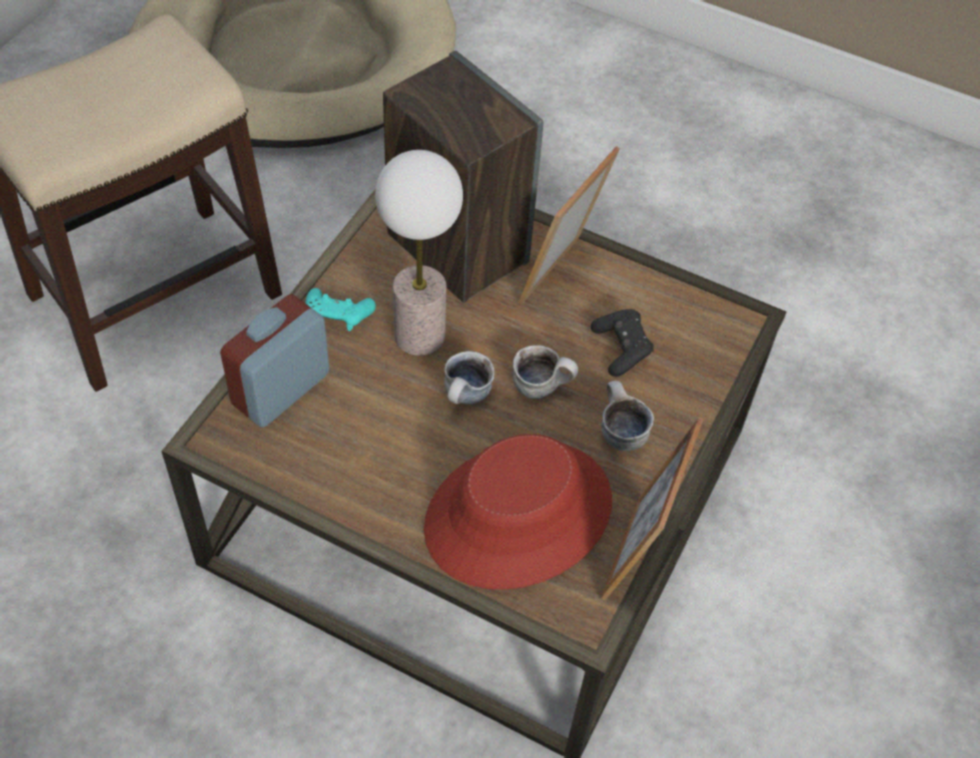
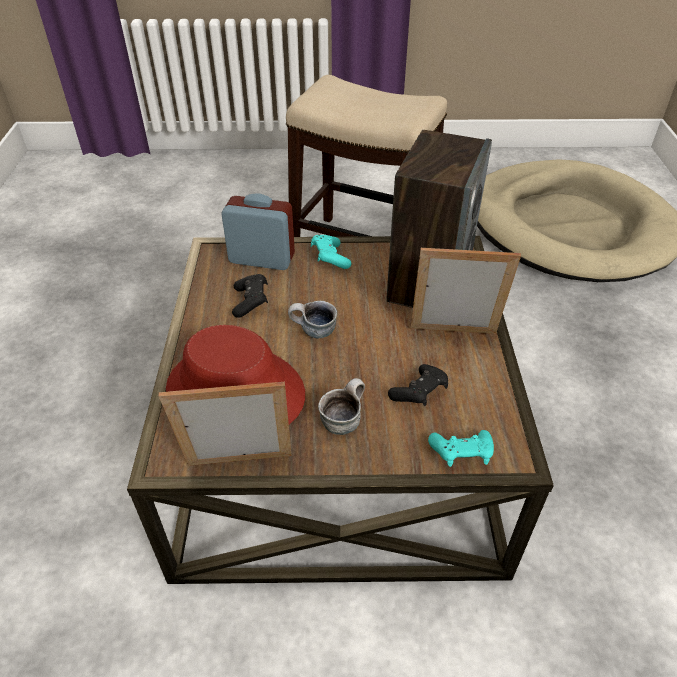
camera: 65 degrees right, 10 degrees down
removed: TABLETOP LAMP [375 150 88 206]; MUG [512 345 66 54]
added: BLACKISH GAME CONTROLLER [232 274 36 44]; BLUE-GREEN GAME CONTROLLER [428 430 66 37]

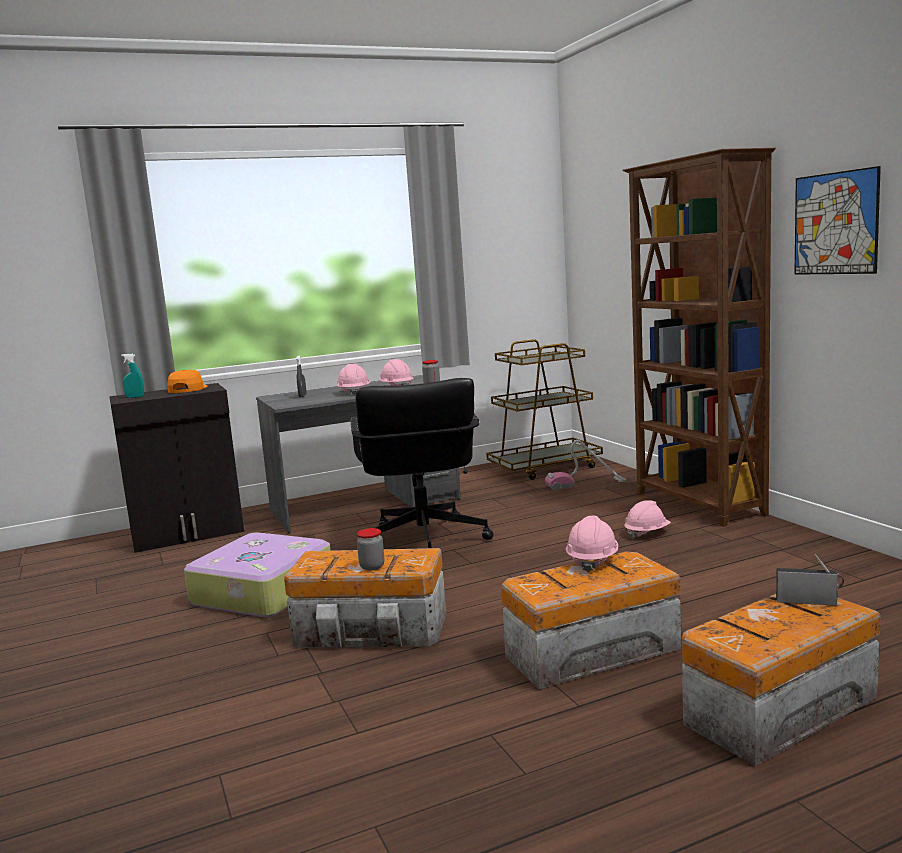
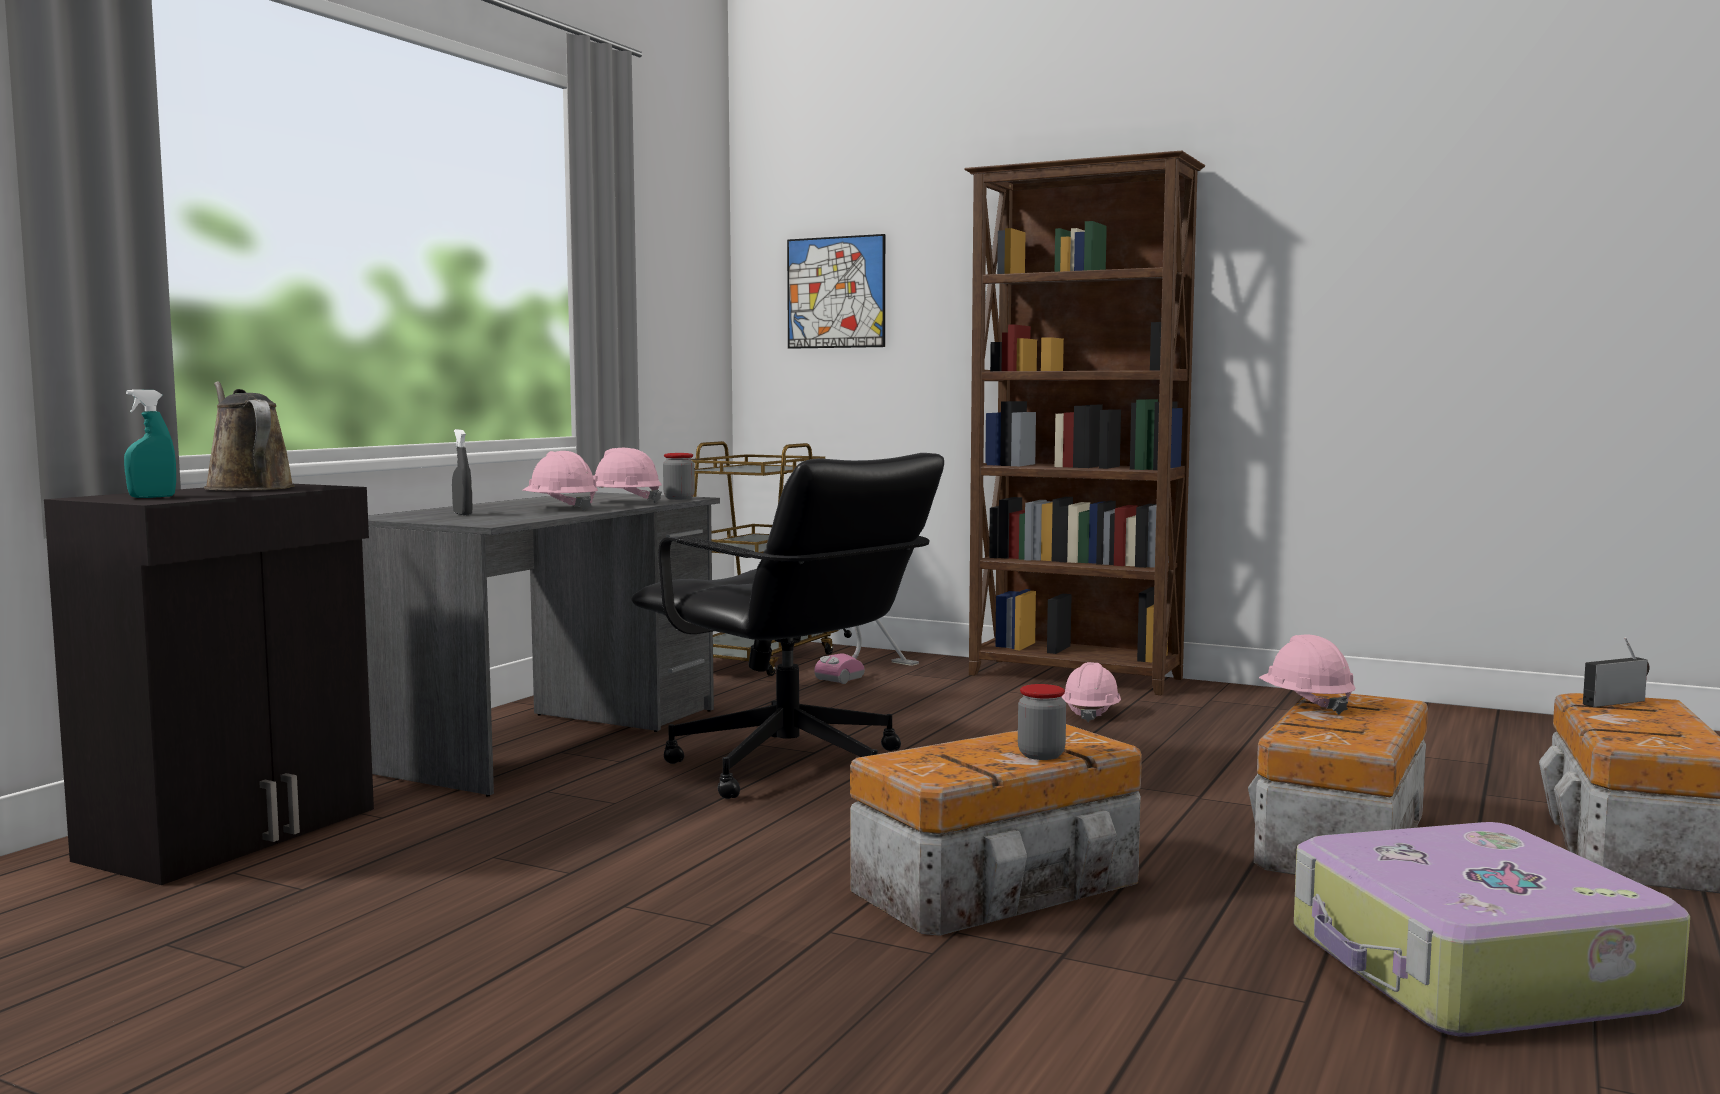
camera: 40 degrees left, 5 degrees down
moved: WALL ART [794 166 87 109] to [787 234 98 115]; TRAVEL CASE [184 532 147 85] to [1294 822 396 215]
replaced: ORANGE-COLOURED PEAKED CAP [167 370 41 23] to BROWN-COLOURED WATERING CAN [204 381 91 109]

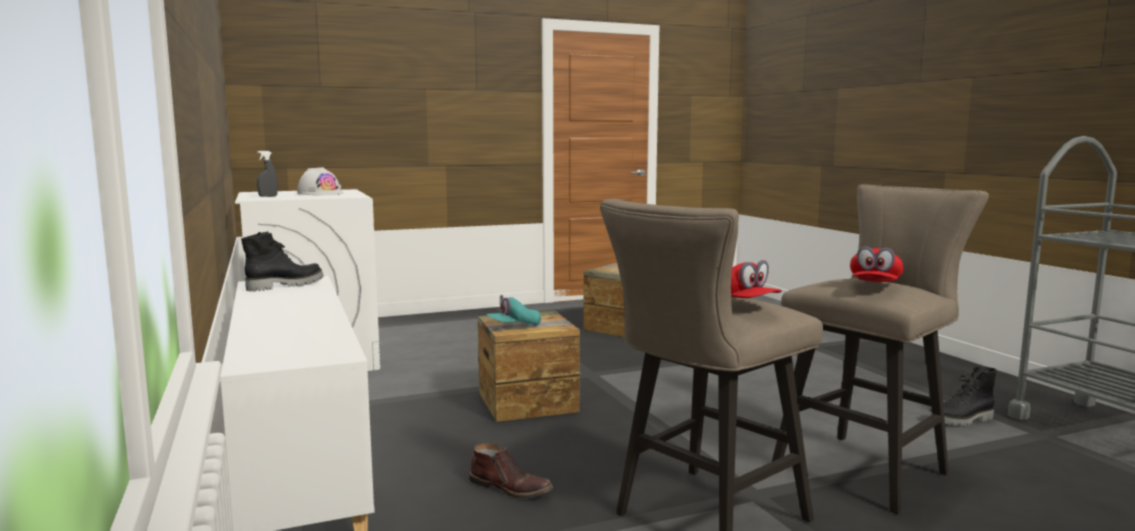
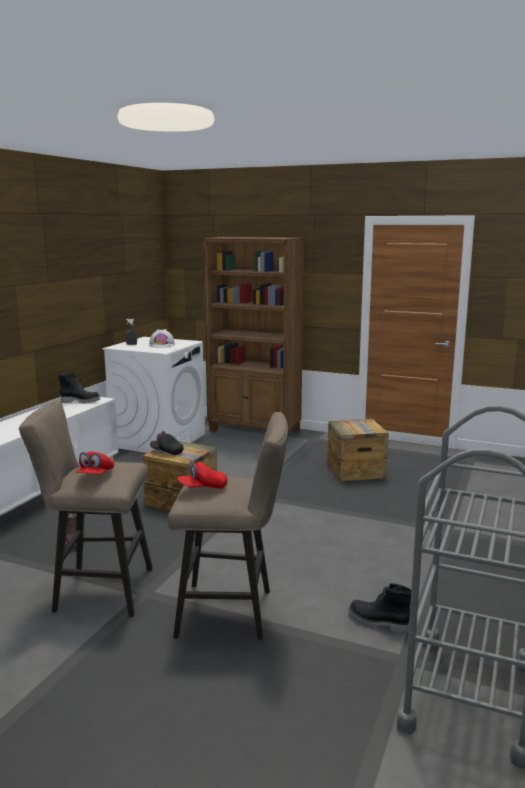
camera: 45 degrees right, 5 degrees up
added: BROWN-COLOURED BOOKCASE [203 237 101 203]
recoloured: BLUE-GREEN PEAKED CAP [487 295 54 31] to BLACKISH PEAKED CAP [150 431 34 24]

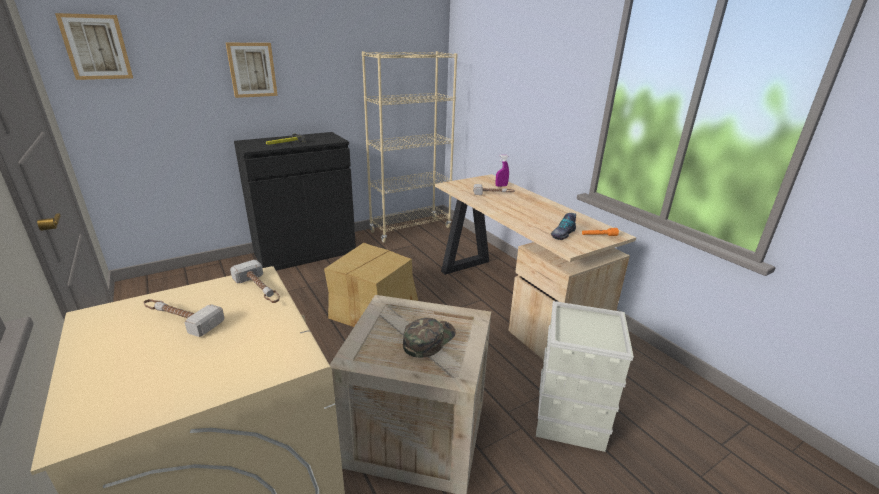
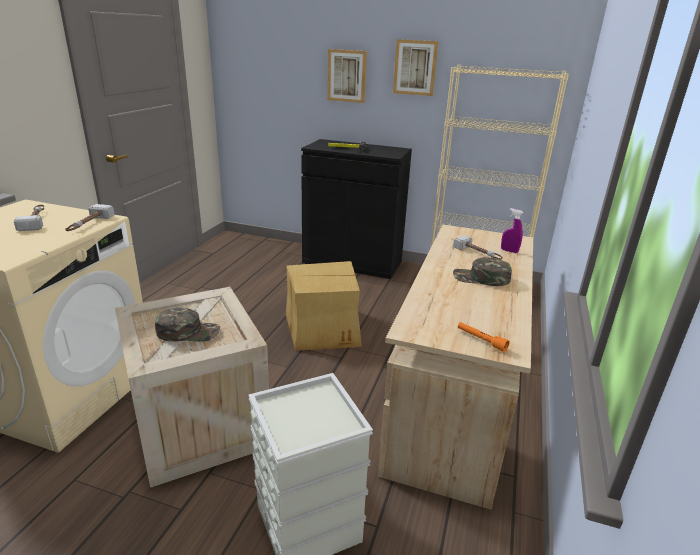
camera: 50 degrees right, 0 degrees up
removed: ITEM OF FOOTWEAR [551 213 25 27]
added: GREEN-COLOURED PEAKED CAP [453 257 59 29]
moved: WALL ART [55 13 78 67] to [393 39 46 57]

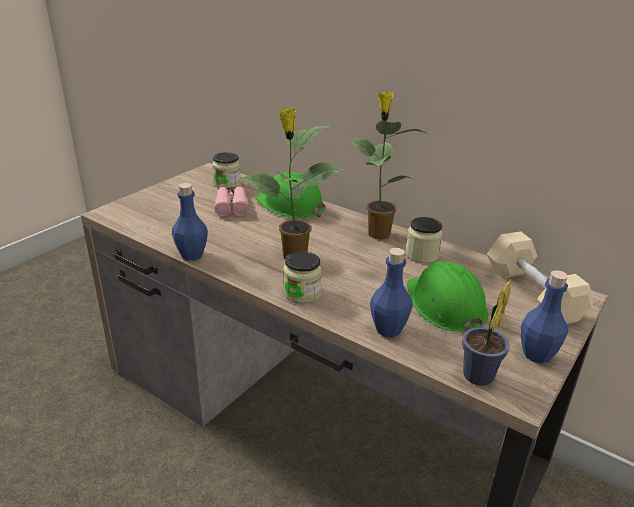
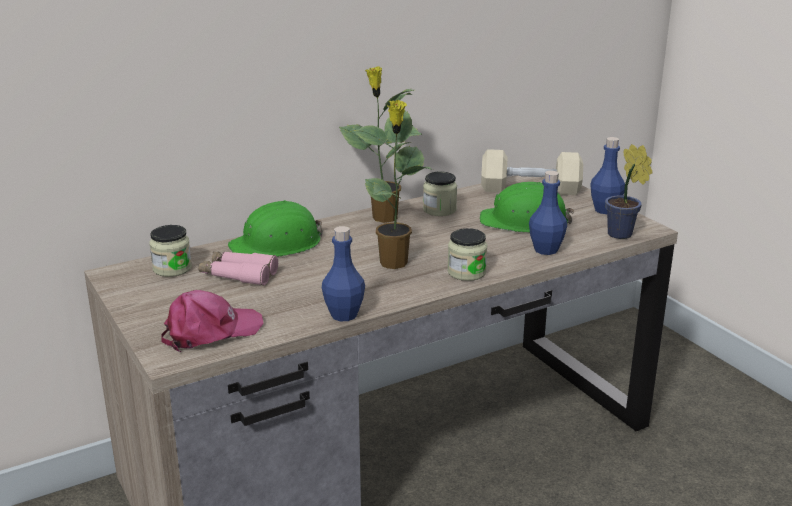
camera: 65 degrees left, 5 degrees down
added: PINK PEAKED CAP [161 290 103 62]

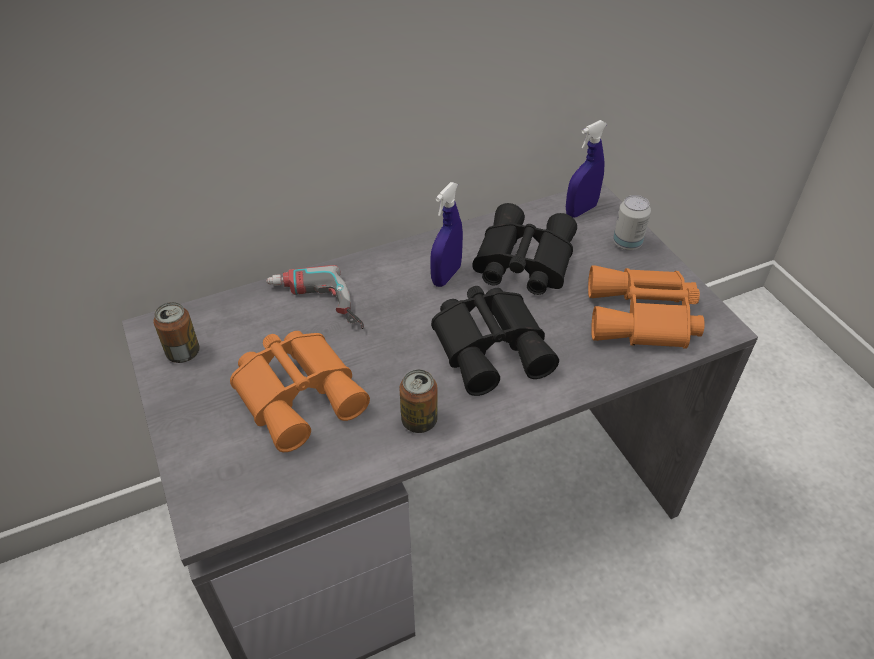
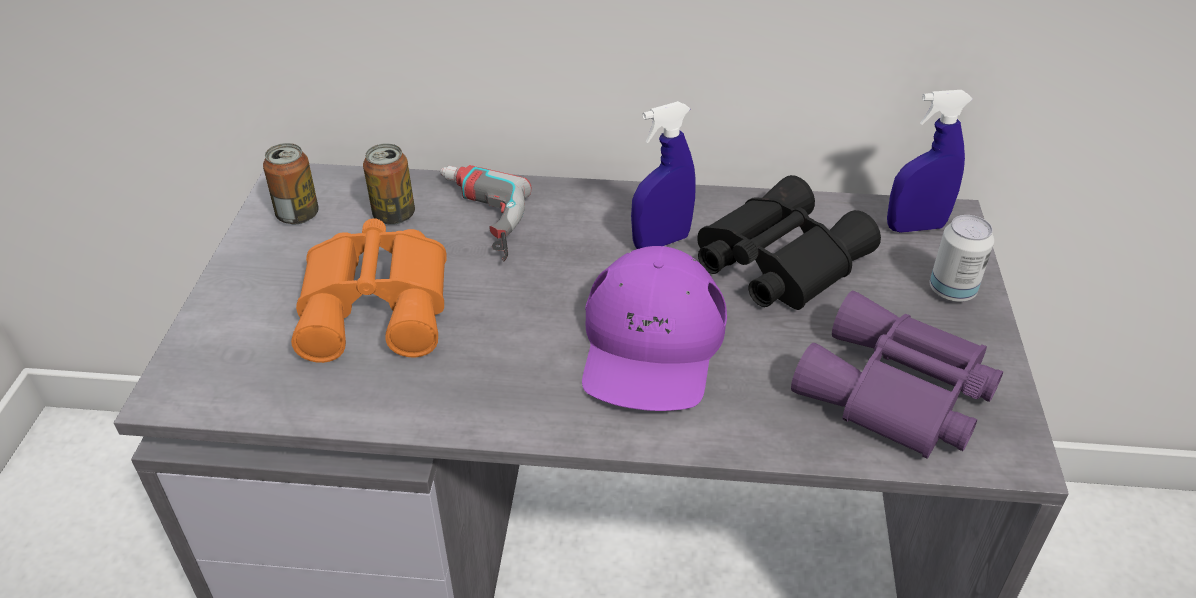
camera: 30 degrees right, 5 degrees down
moved: CAN [399 369 39 64] to [363 143 52 82]
replaced: BLACKISH BINOCULARS [431 286 128 110] to PURPLE PEAKED CAP [582 246 145 165]
recoloured: ORANGE-COLOURED BINOCULARS [588 265 117 84] to PURPLE BINOCULARS [791 291 212 167]

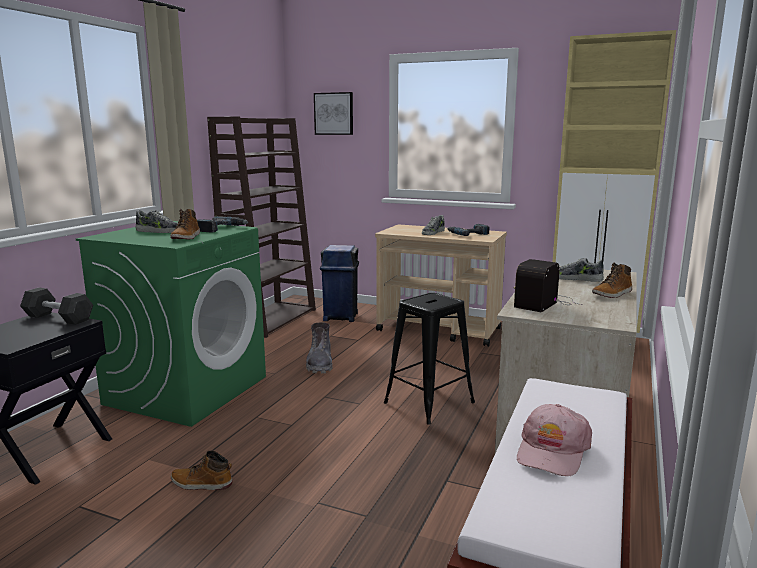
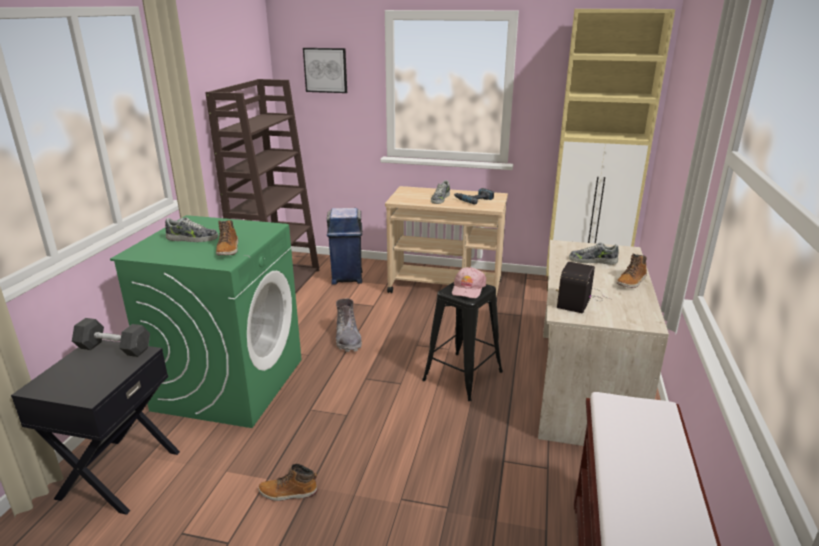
camera: 10 degrees left, 10 degrees up
removed: DRILL [197 216 51 17]
moved: PINK PEAKED CAP [517 404 75 72] to [452 267 34 31]

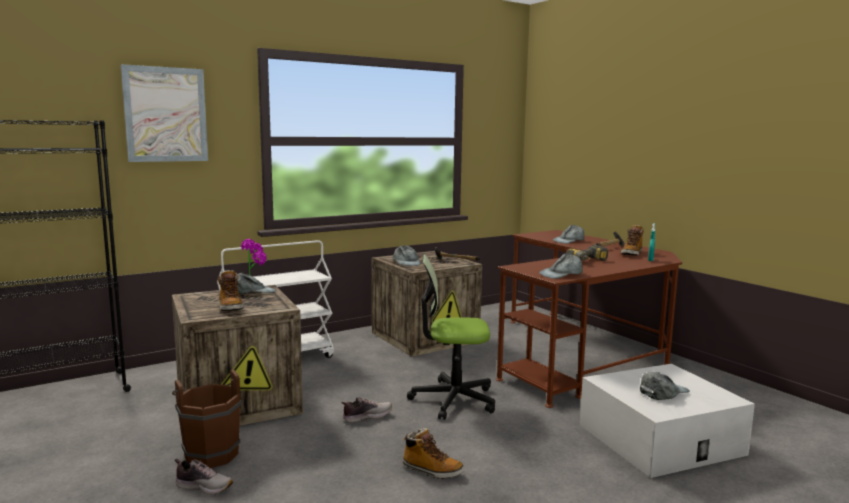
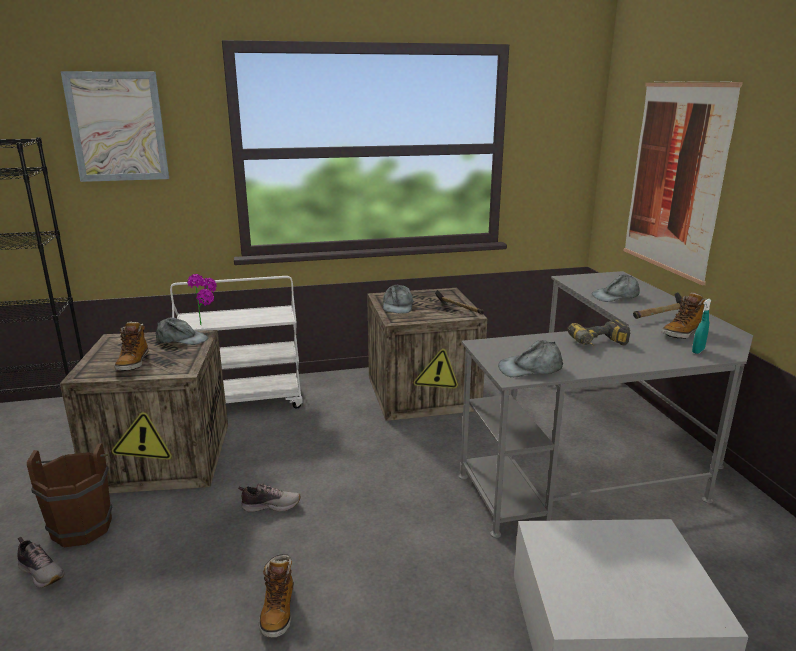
camera: 20 degrees right, 10 degrees up
removed: DESK CHAIR [407 254 88 166]; GREY PEAKED CAP [640 372 50 28]
added: WALL ART [623 81 120 204]
recoloured: BROWN-COLOURED DESK [496 230 186 178] to GREY DESK [459 271 294 267]
turned: BOOT [403 428 61 51] = [259 554 35 83] 45 degrees clockwise

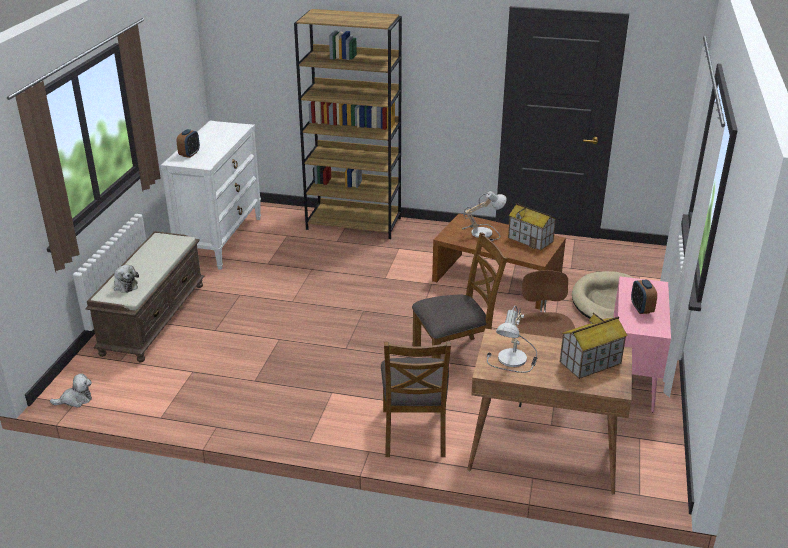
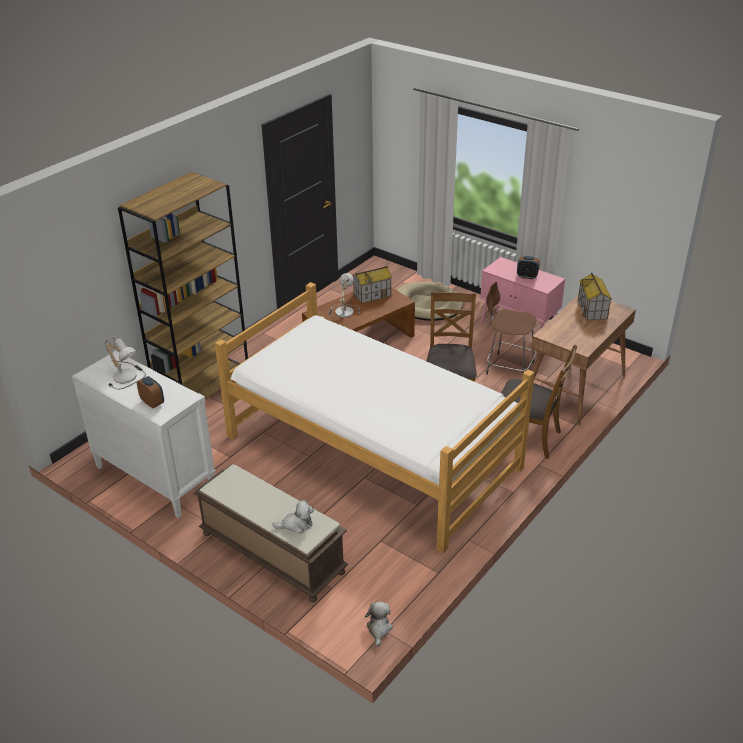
camera: 65 degrees left, 5 degrees up
added: SLEEPING BED [215 282 319 271]
moved: TABLETOP LAMP [487 306 50 67] to [105 337 41 52]

